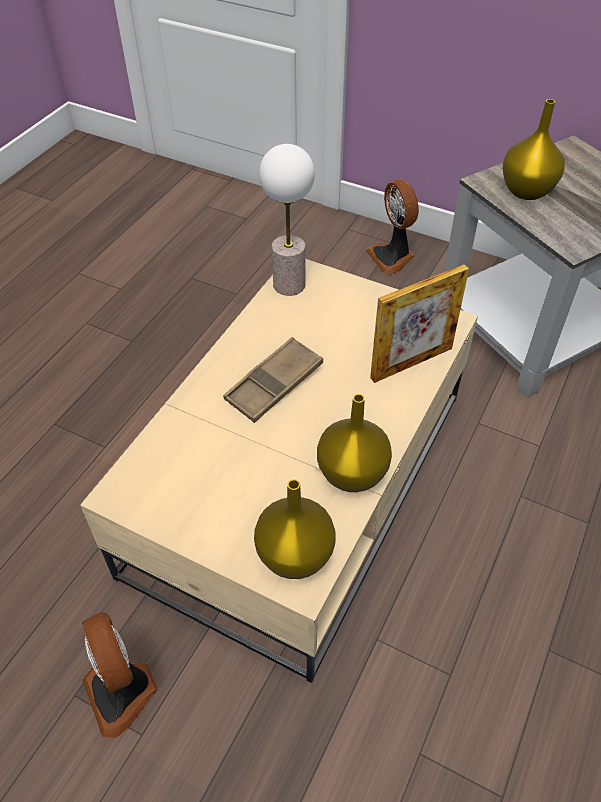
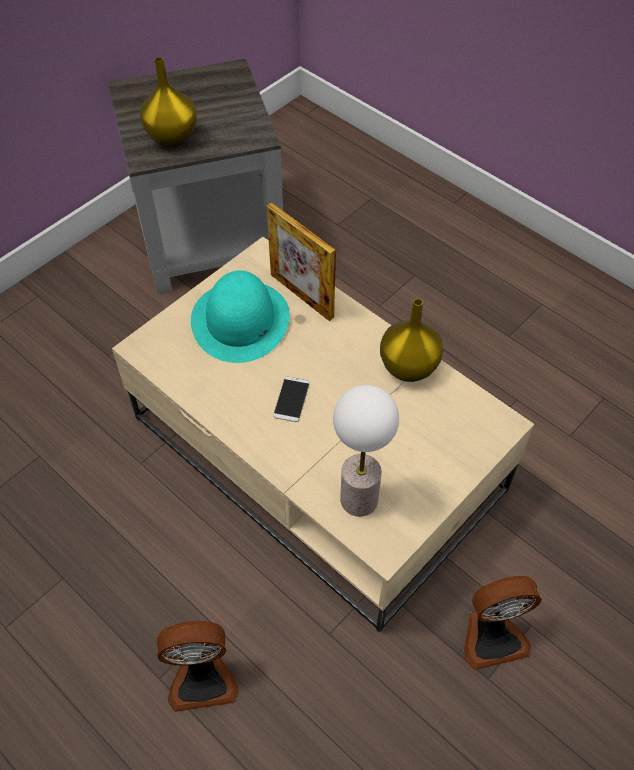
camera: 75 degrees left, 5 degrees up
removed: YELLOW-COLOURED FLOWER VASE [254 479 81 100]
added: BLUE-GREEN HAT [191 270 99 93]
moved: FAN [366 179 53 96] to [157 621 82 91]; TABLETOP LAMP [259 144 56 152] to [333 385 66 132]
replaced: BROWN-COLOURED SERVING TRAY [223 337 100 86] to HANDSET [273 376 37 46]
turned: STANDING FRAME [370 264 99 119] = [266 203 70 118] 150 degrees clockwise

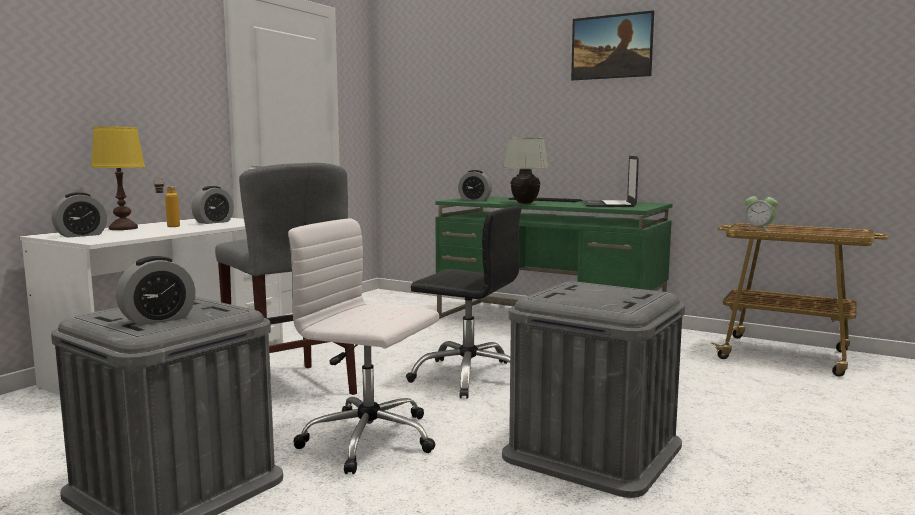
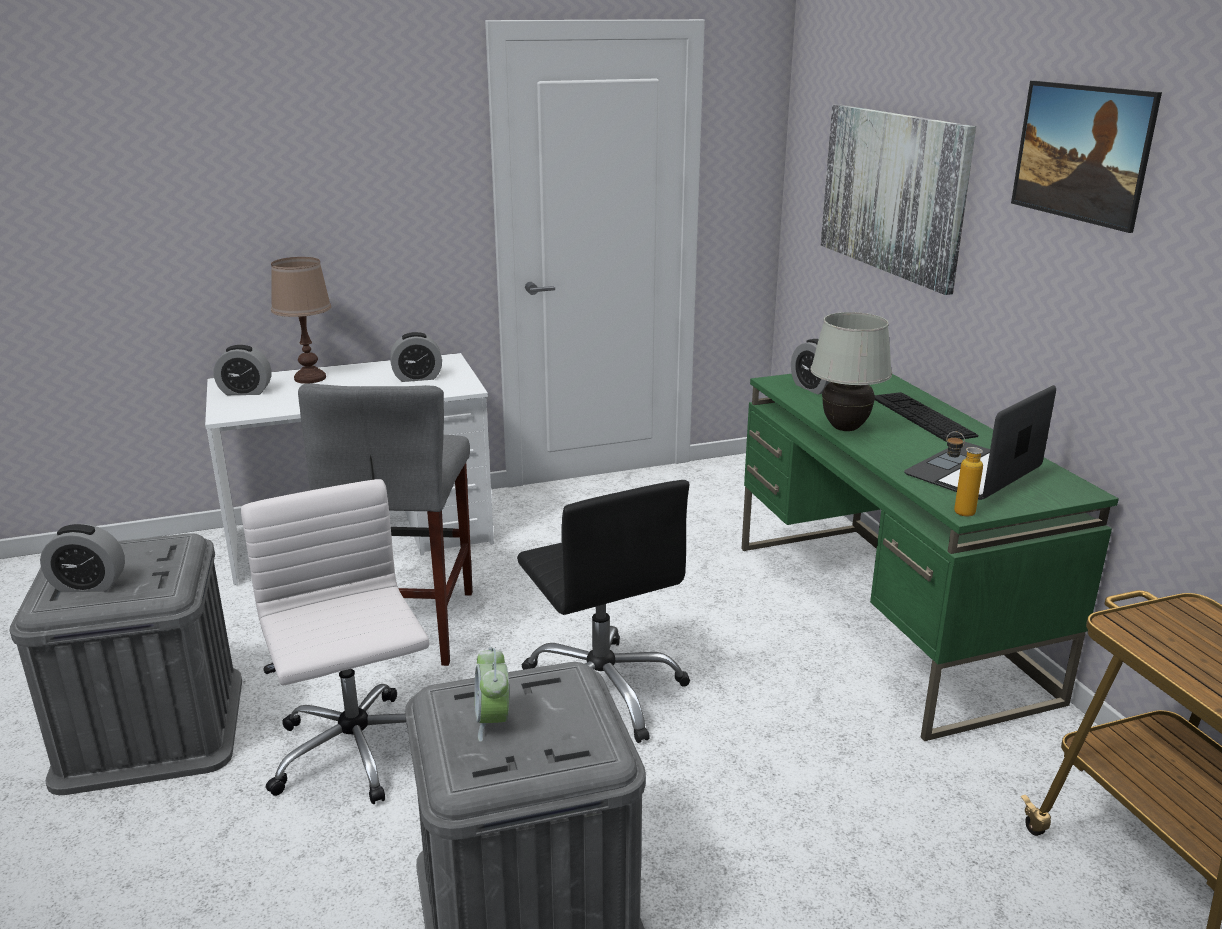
camera: 40 degrees right, 15 degrees up
added: WALL ART [821 105 155 190]
moved: BEDSIDE CLOCK [745 193 33 38] to [475 647 34 95]; BOTTLE [154 178 26 49] to [946 431 37 86]
recoloured: YELLOW-COLOURED TABLETOP LAMP [91 126 54 104] to BROWN-COLOURED TABLETOP LAMP [271 257 60 127]

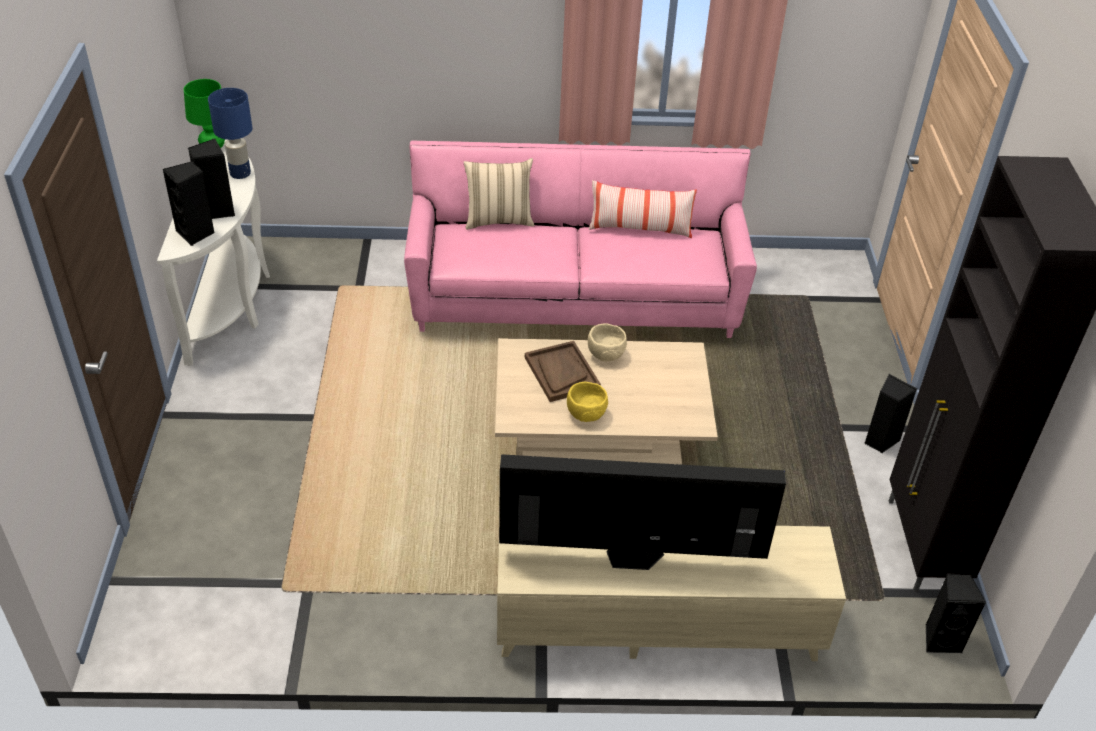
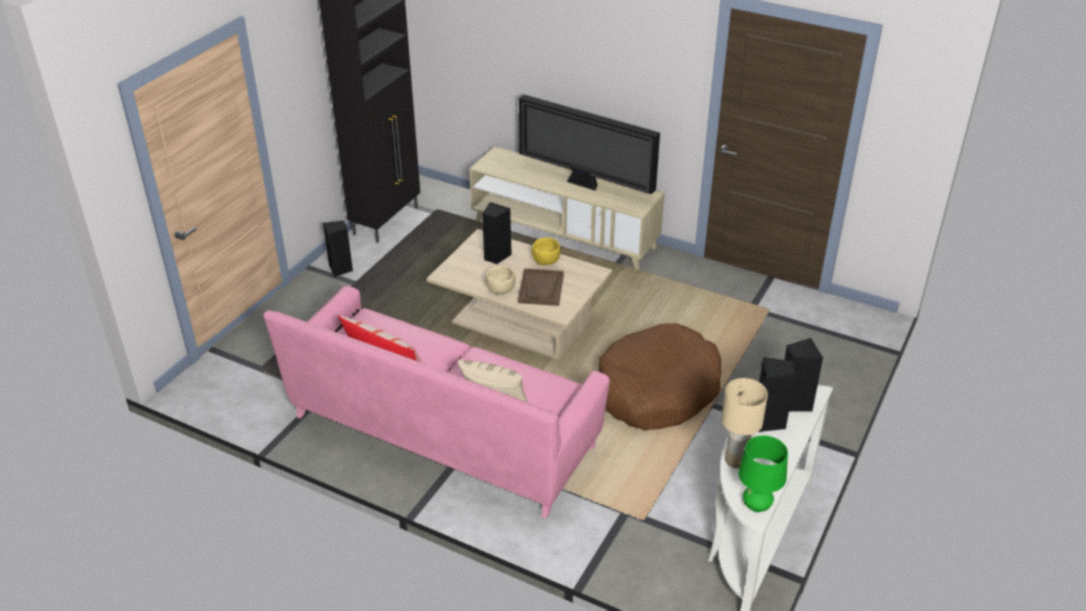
camera: 150 degrees left, 5 degrees down
added: BROWN-COLOURED PET BED [599 323 122 107]
moved: BLACKISH LOUDSPEAKER [925 574 61 80] to [482 202 30 62]
recoloured: BLUE-COLOURED TABLETOP LAMP [208 88 44 91] to BEIGE-COLOURED TABLETOP LAMP [721 378 47 90]

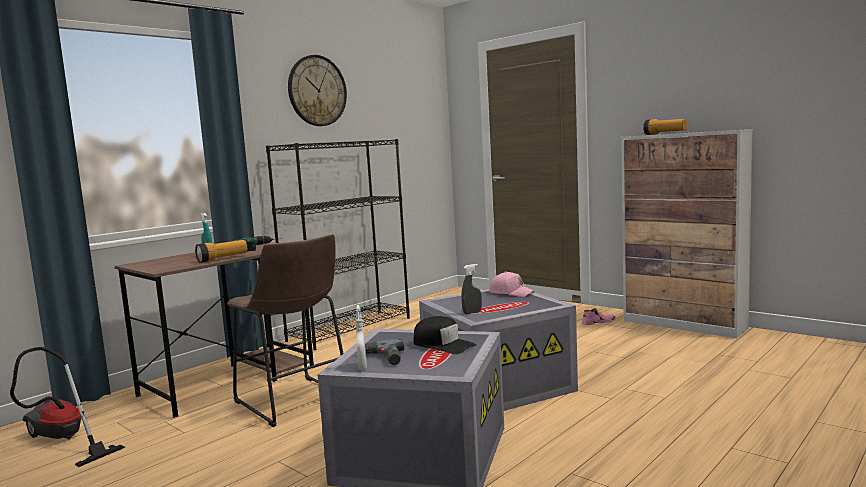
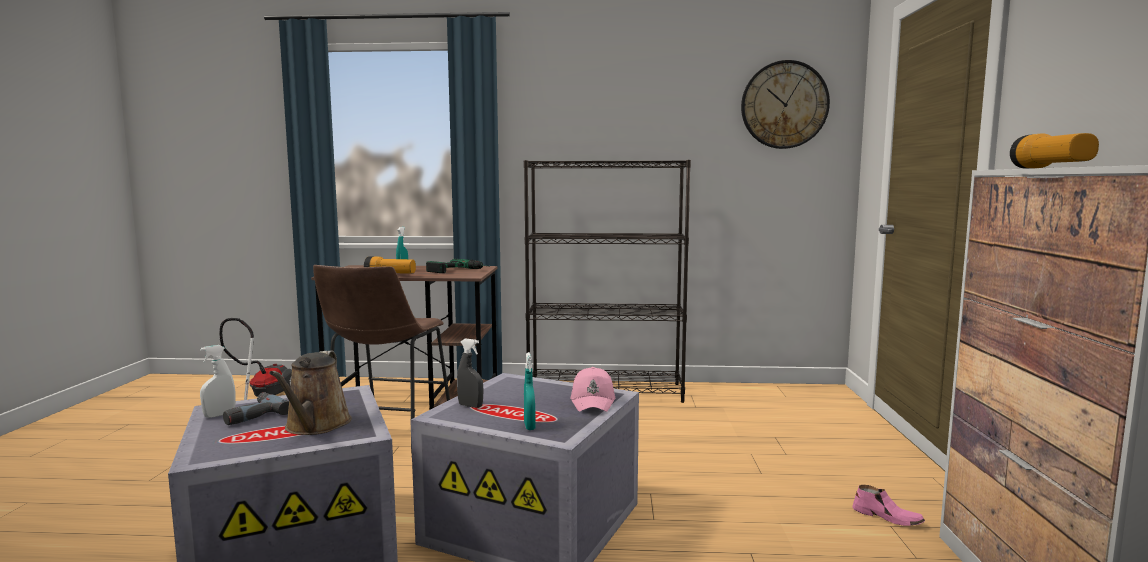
camera: 50 degrees right, 0 degrees up
added: BLUE-GREEN SPRAYER [524 352 12 78]
moved: HANGING CLOCK [288 55 59 71] to [741 60 89 89]
replaced: BLACKISH PEAKED CAP [413 316 63 38] to BROWN-COLOURED WATERING CAN [269 351 83 84]

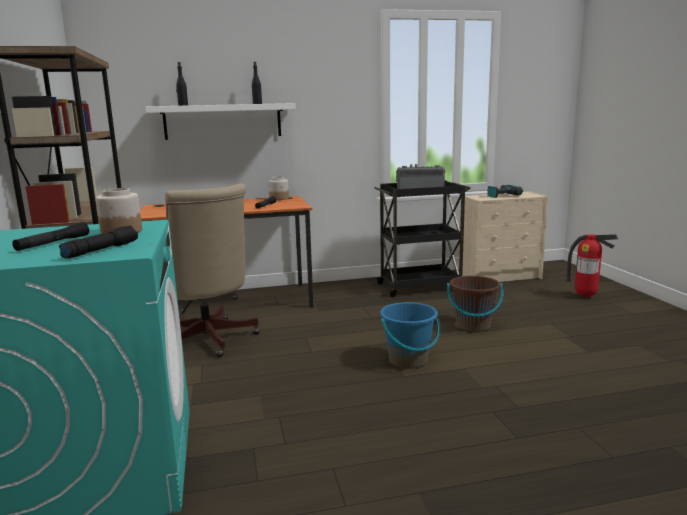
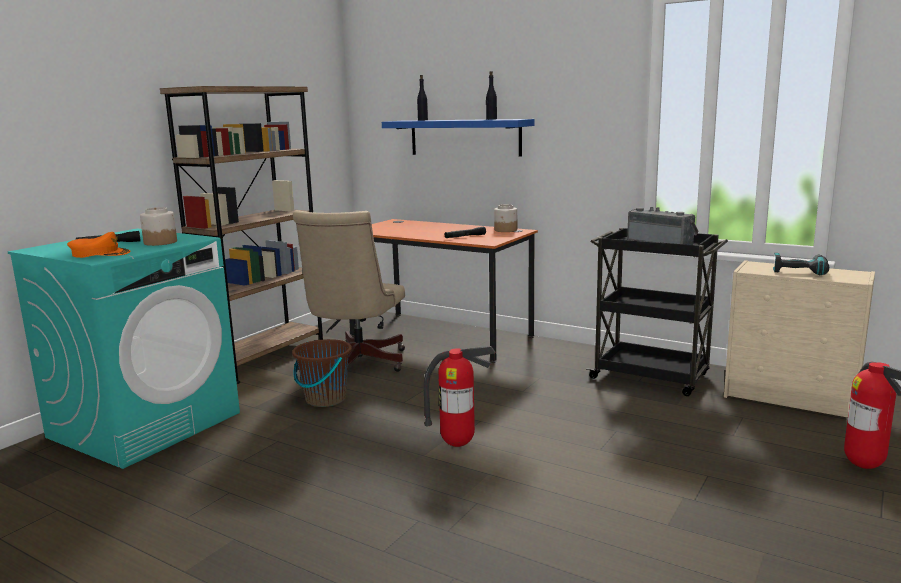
camera: 45 degrees right, 0 degrees up
moved: BROWN-COLOURED WATER BUCKET [447 276 57 56] to [292 339 60 68]
replaced: BLACKISH TORCH [59 225 79 33] to ORANGE-COLOURED PEAKED CAP [67 232 64 26]; BLUE-COLOURED WATER BUCKET [380 302 60 67] to FIRE-FIGHTING CYLINDER [424 346 72 101]
recoloured: WHITISH WALL SHELF [145 103 151 37] to BLUE-COLOURED WALL SHELF [382 119 152 38]

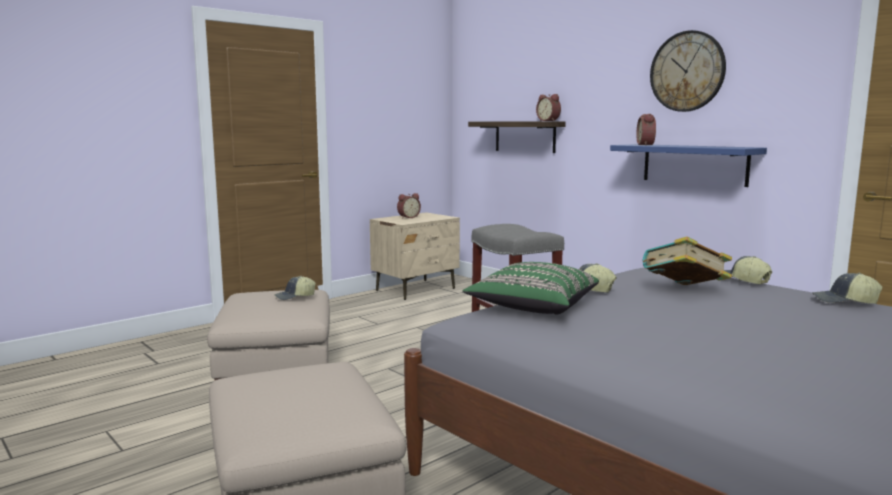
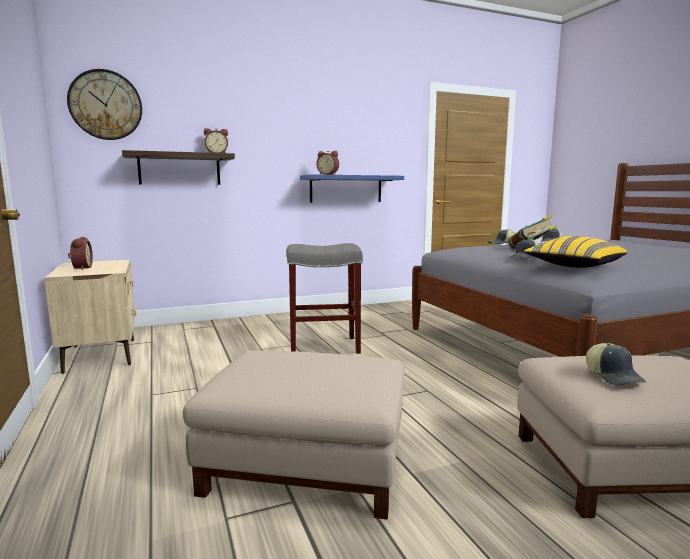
camera: 70 degrees left, 0 degrees up
moved: HANGING CLOCK [650 30 76 82] to [67 69 75 71]; PEAKED CAP [274 276 42 24] to [586 343 60 43]
recoloured: GREEN-COLOURED THROW PILLOW [462 262 137 53] to YELLOW-COLOURED THROW PILLOW [524 236 103 32]

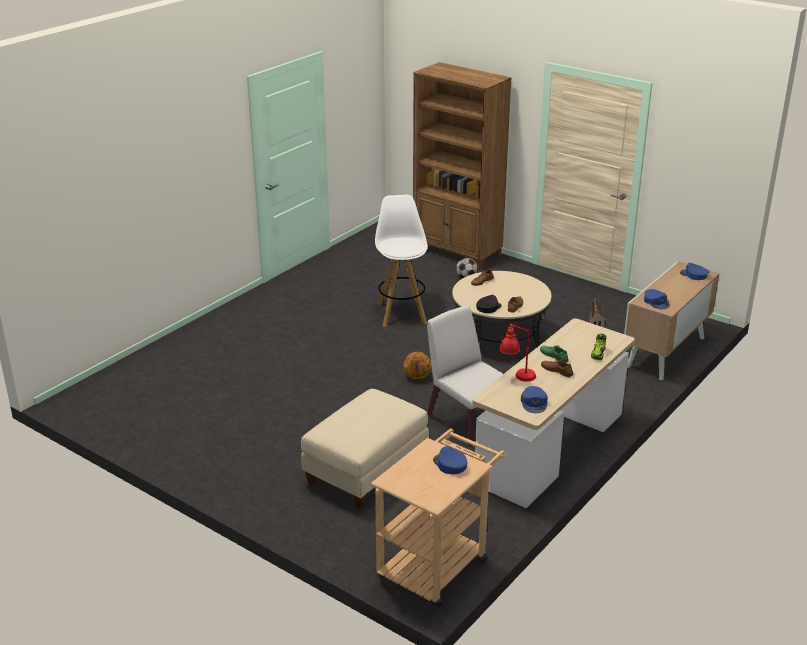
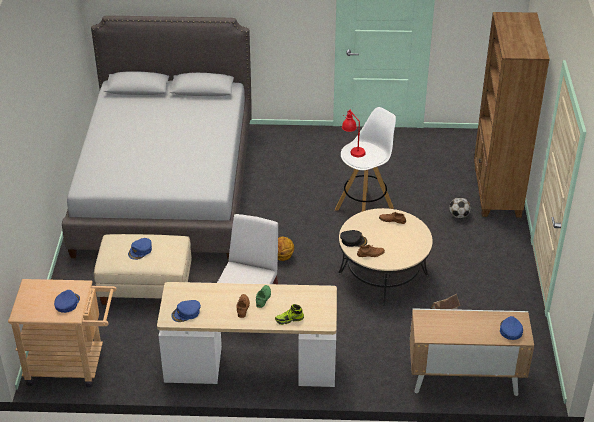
camera: 55 degrees right, 10 degrees up
added: GREY SLEEPING BED [62 16 190 244]
moved: BLUE-COLOURED PEAKED CAP [644 289 26 20] to [128 238 24 22]; REDDISH TABLETOP LAMP [499 324 37 58] to [342 110 24 47]

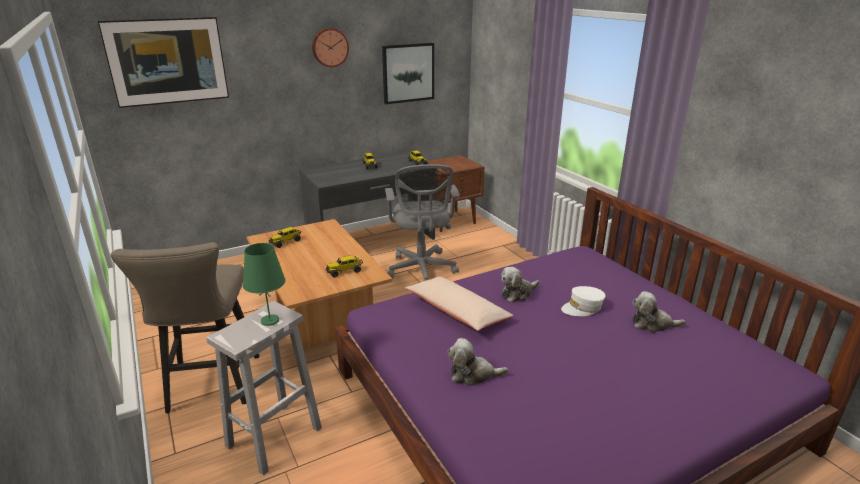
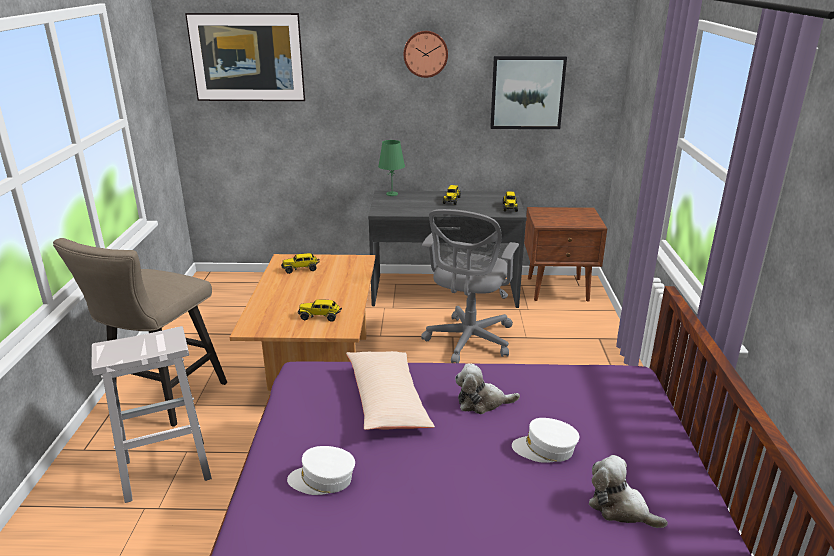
camera: 30 degrees right, 0 degrees up
moved: GREEN-COLOURED TABLETOP LAMP [243 243 43 83] to [378 140 27 56]
replaced: SOFT TOY [448 338 60 48] to WHITISH PEAKED CAP [287 446 68 49]

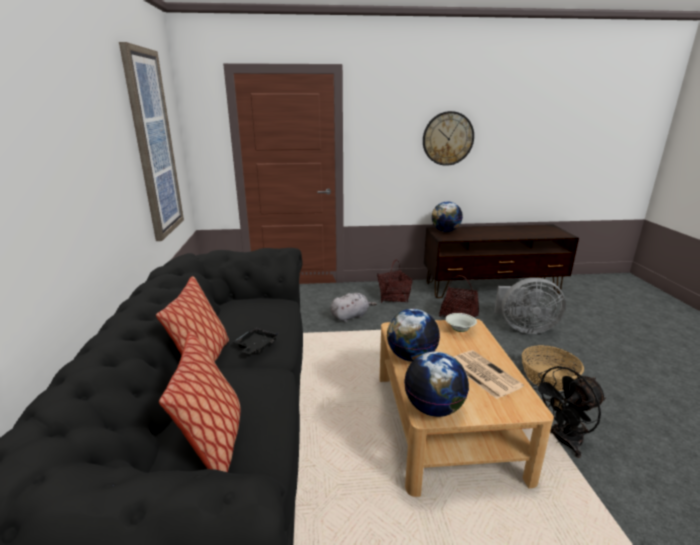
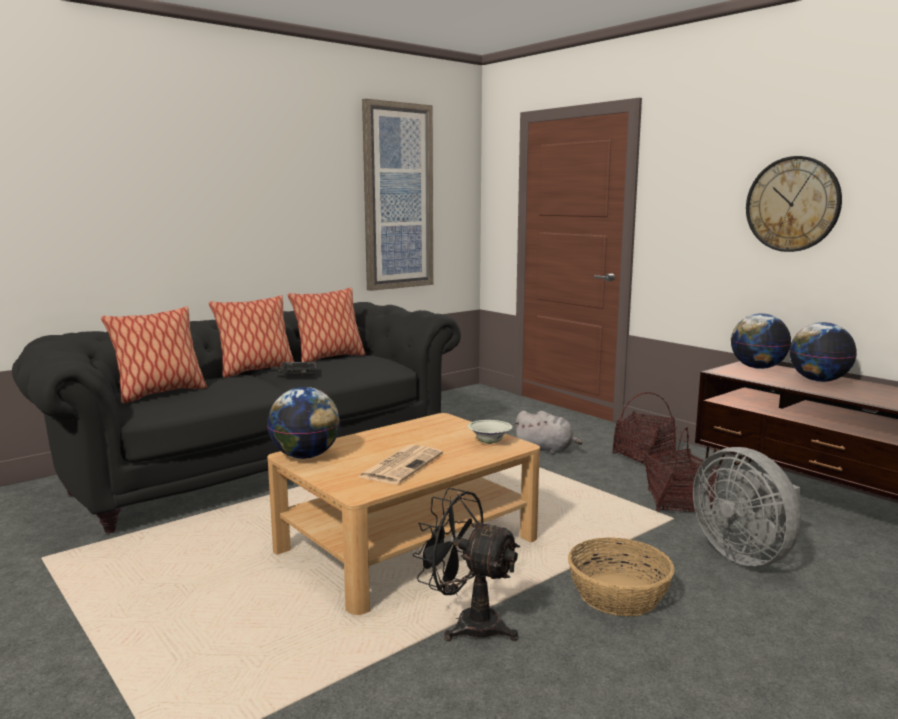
camera: 55 degrees right, 10 degrees down
added: THROW PILLOW [288 288 78 74]
moved: WORLD GLOBE [387 309 53 53] to [789 322 68 60]

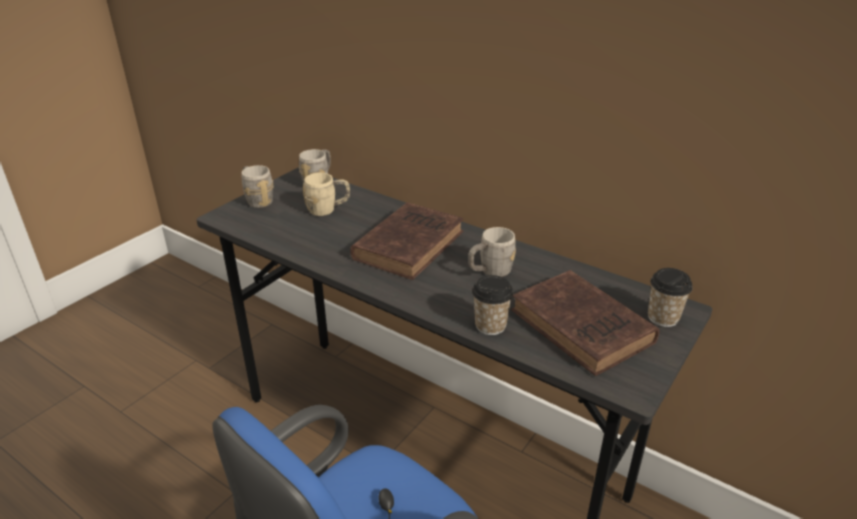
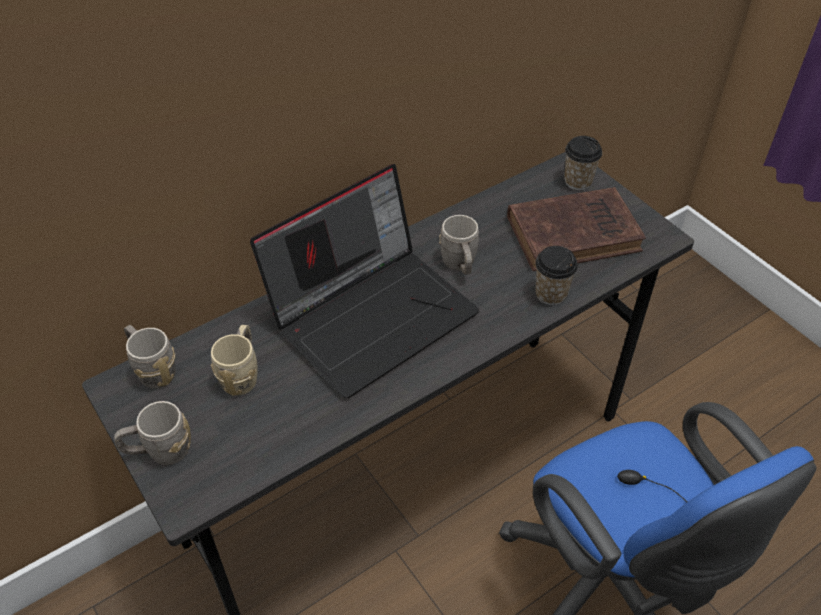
camera: 70 degrees left, 15 degrees up
replaced: BROWN-COLOURED VOLUME [350 202 113 78] to LAPTOP [250 164 229 234]

